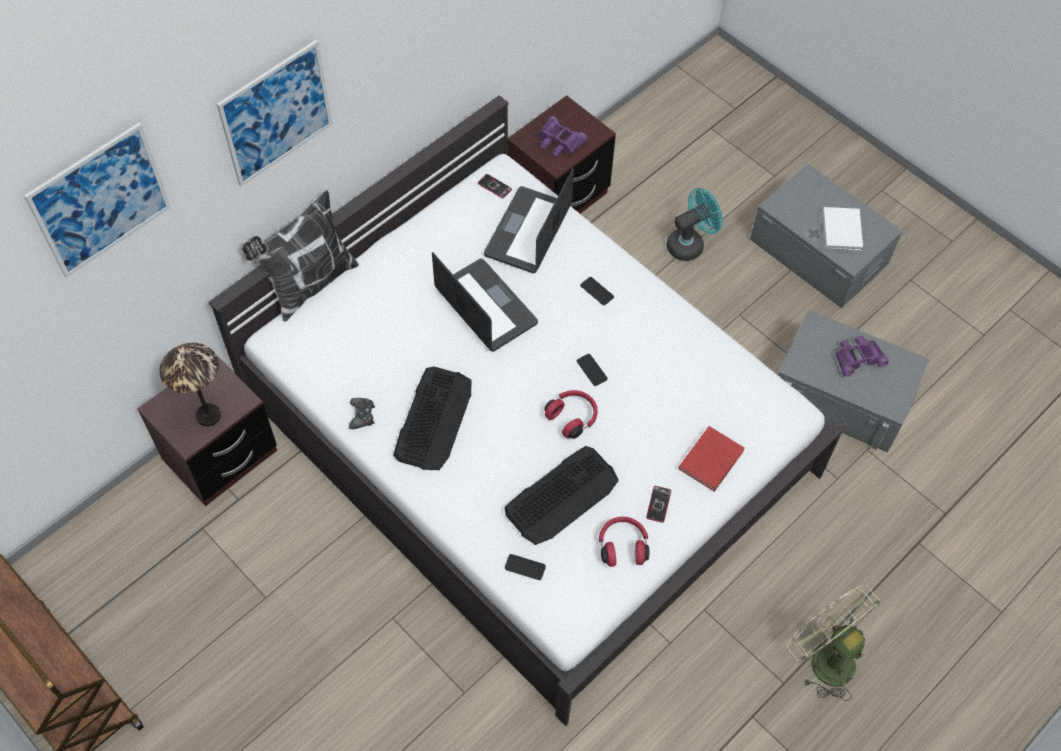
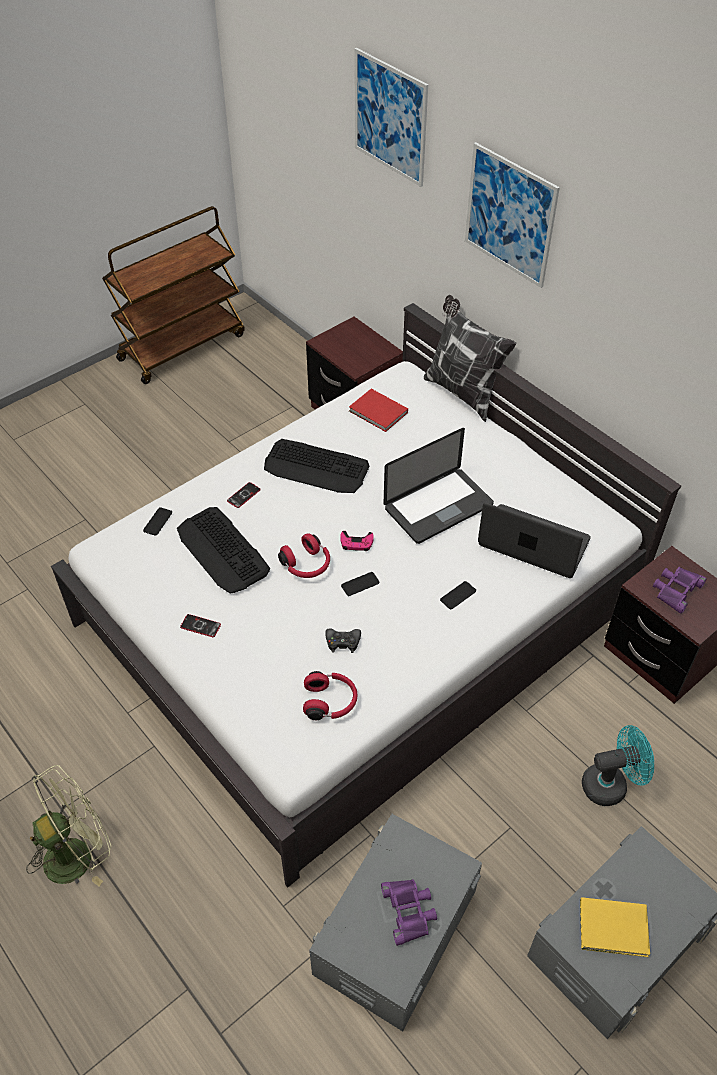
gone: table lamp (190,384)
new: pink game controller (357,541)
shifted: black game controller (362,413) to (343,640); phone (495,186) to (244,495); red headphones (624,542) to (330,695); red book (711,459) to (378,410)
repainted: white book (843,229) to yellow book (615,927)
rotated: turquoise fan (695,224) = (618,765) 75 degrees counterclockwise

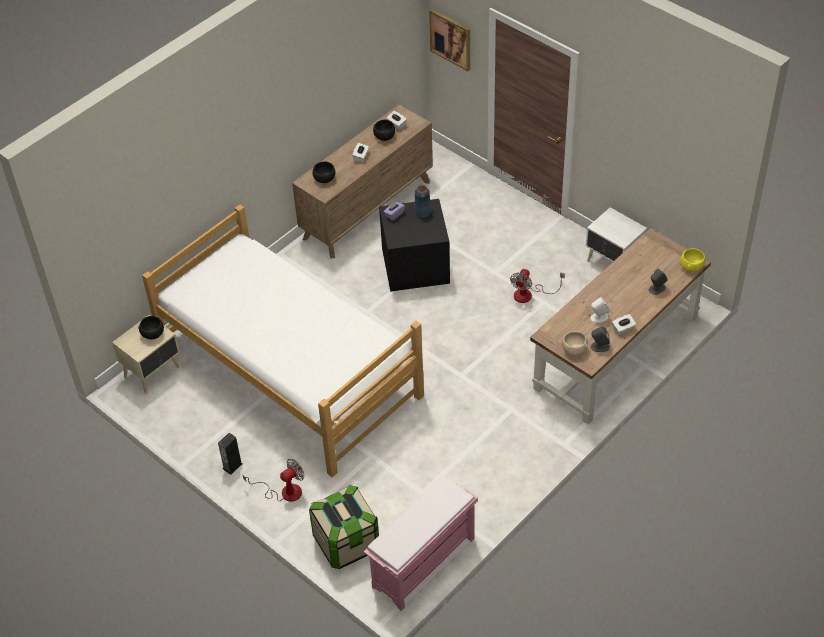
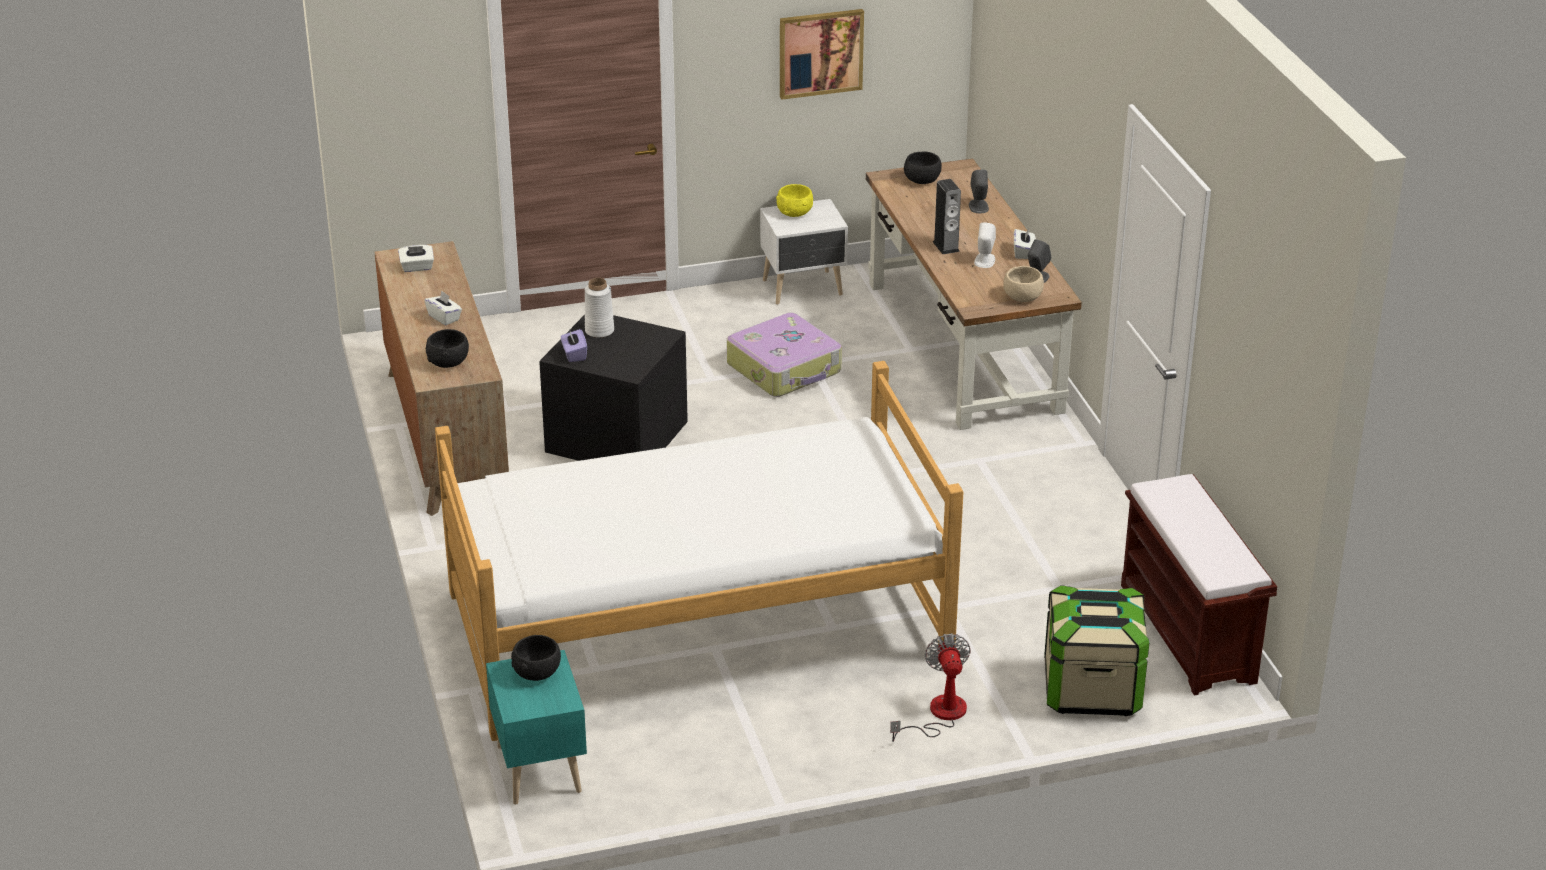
shifted: speaker (230,454) to (947,216); black bowl (384,130) to (923,168); picture (449,40) to (822,54); yellow bowl (692,260) to (794,200)
swapped: fan (537,286) to suitcase (784,355)
repainted: beige nightstand (146,354) to turquoise nightstand (536,727); pink bench (421,543) to brown bench (1199,584); blue vase (423,201) to white vase (599,308)

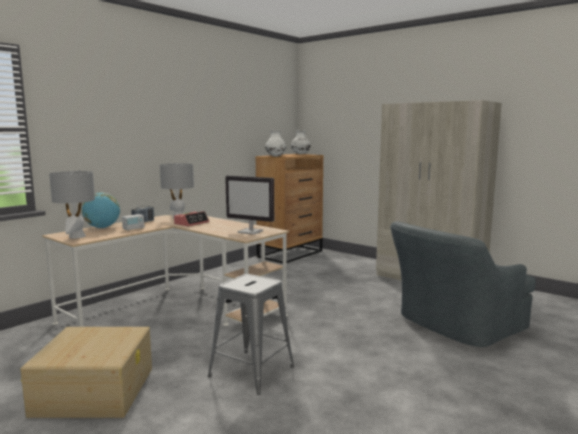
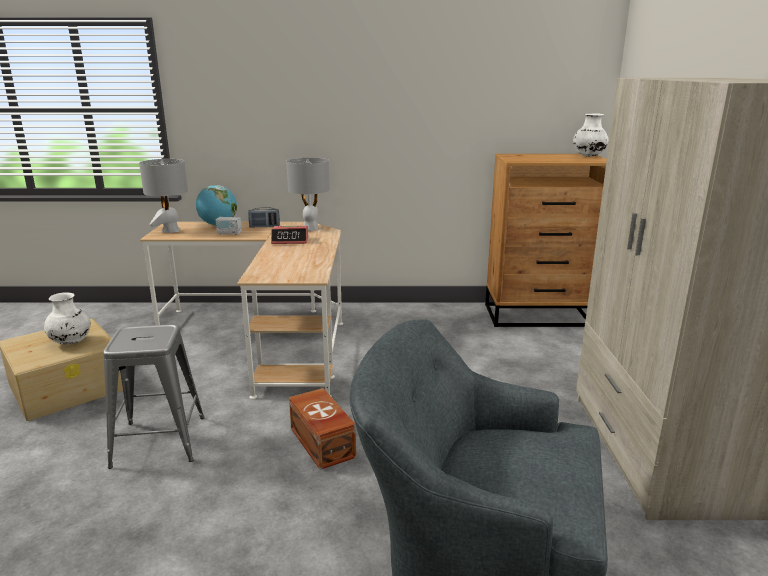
gone: monitor (249,205)
new: brown storage box (322,429)
shifted: white vase (275,143) to (67,318)

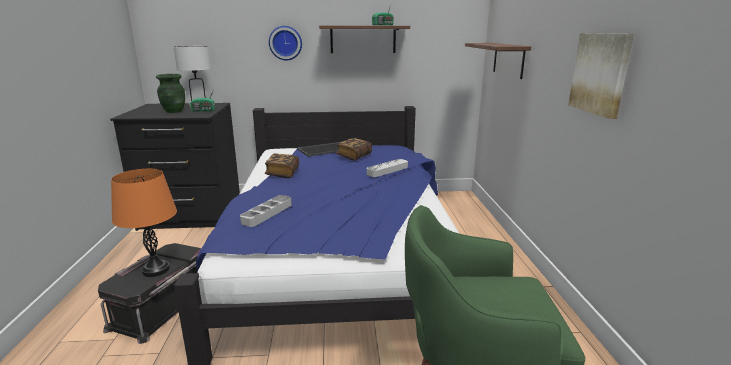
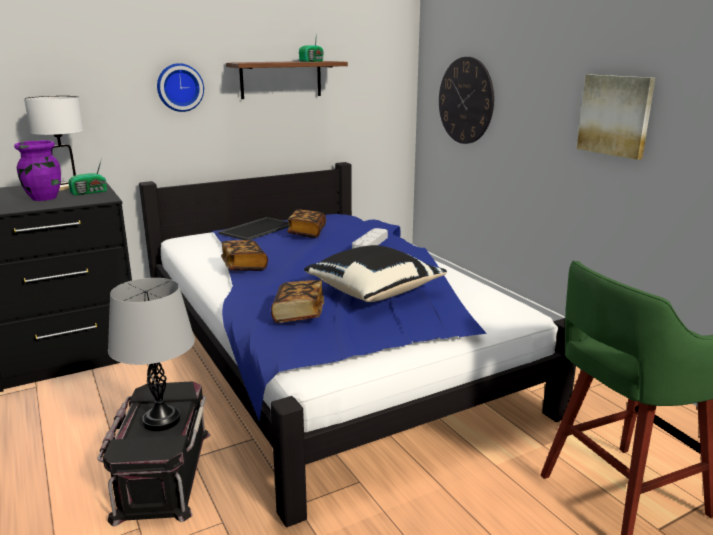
new: black pillow (375,273)
swapped: grey tray (266,211) to book (297,301); shelf (498,61) to wall clock (466,100)
repainted: orange table lamp (144,223) to grey table lamp (151,354); green vase (170,93) to purple vase (37,170)

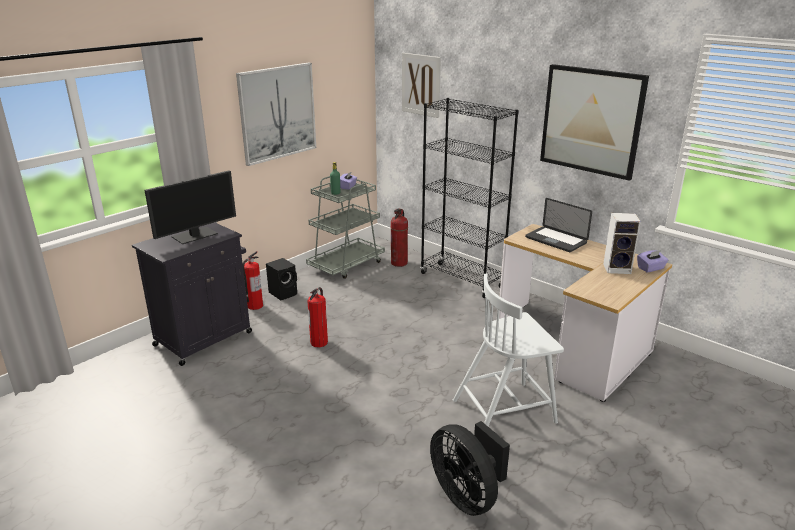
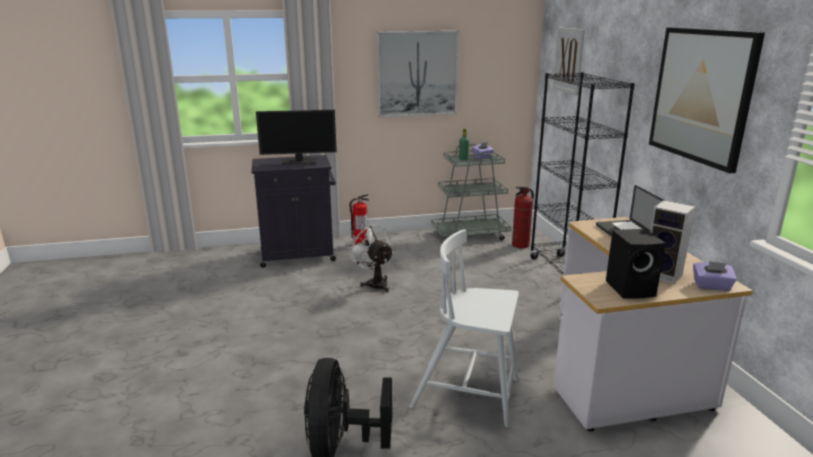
shifted: black speaker (281,279) to (635,264)
swapped: fire extinguisher (317,317) to white fan (371,257)

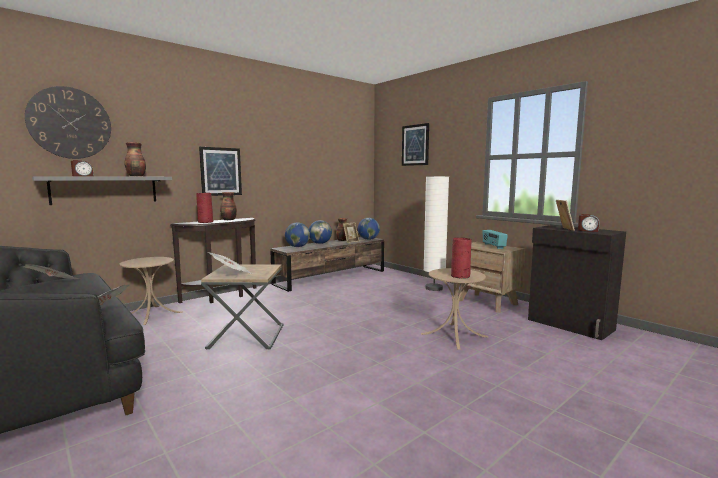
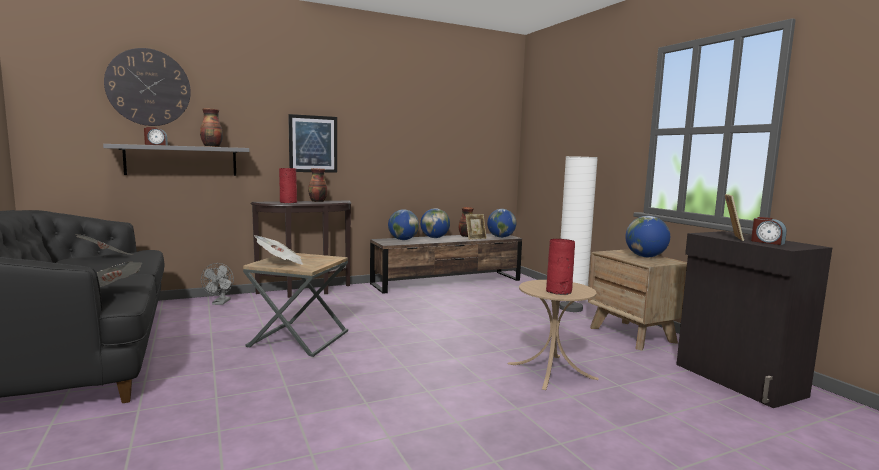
gone: picture (415,144)
swapped: beige side table (151,291) to grey fan (217,284); radio (495,239) to globe (647,236)

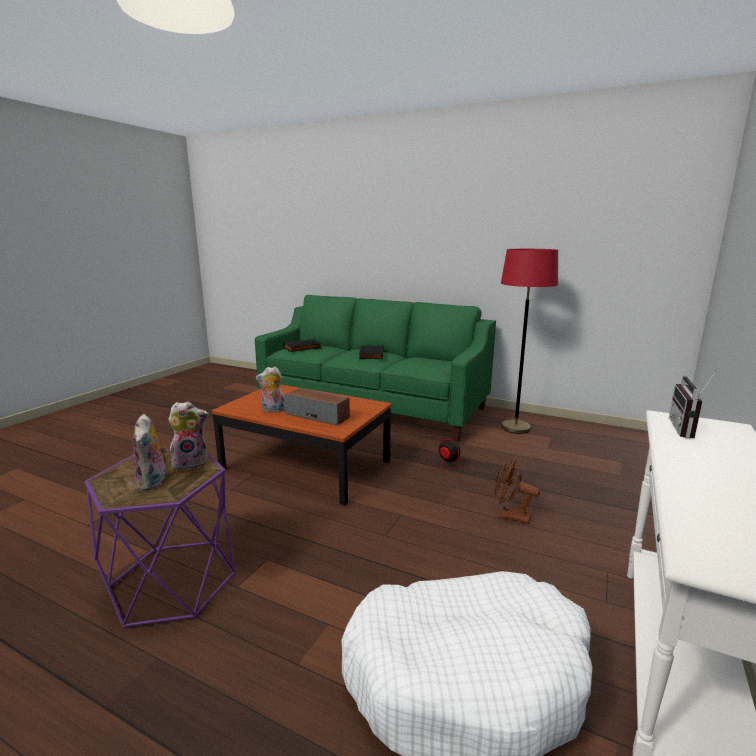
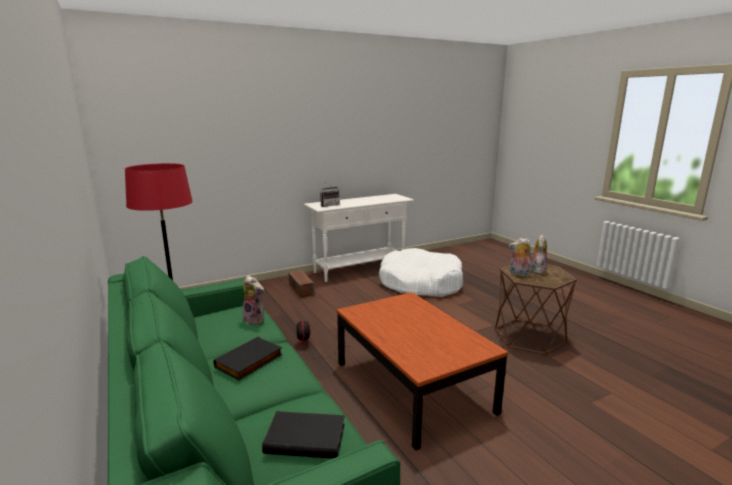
gone: brown fan (517,491)
shifted: plush toy (271,389) to (254,300); speaker (317,407) to (301,284)
repainted: purple side table (160,539) to brown side table (536,309)

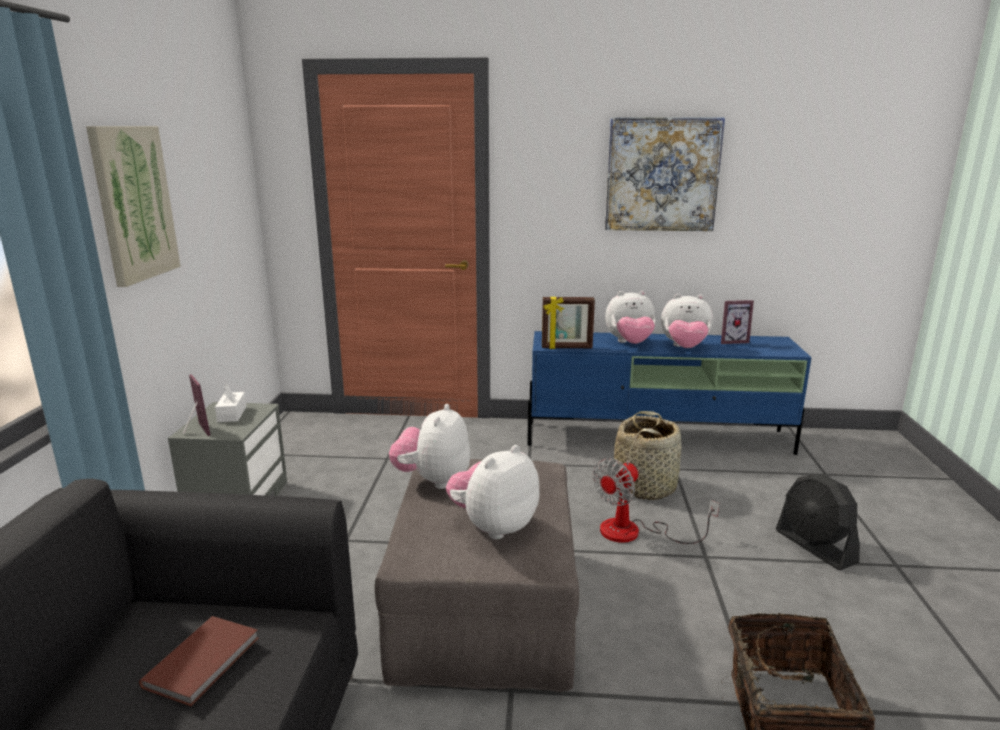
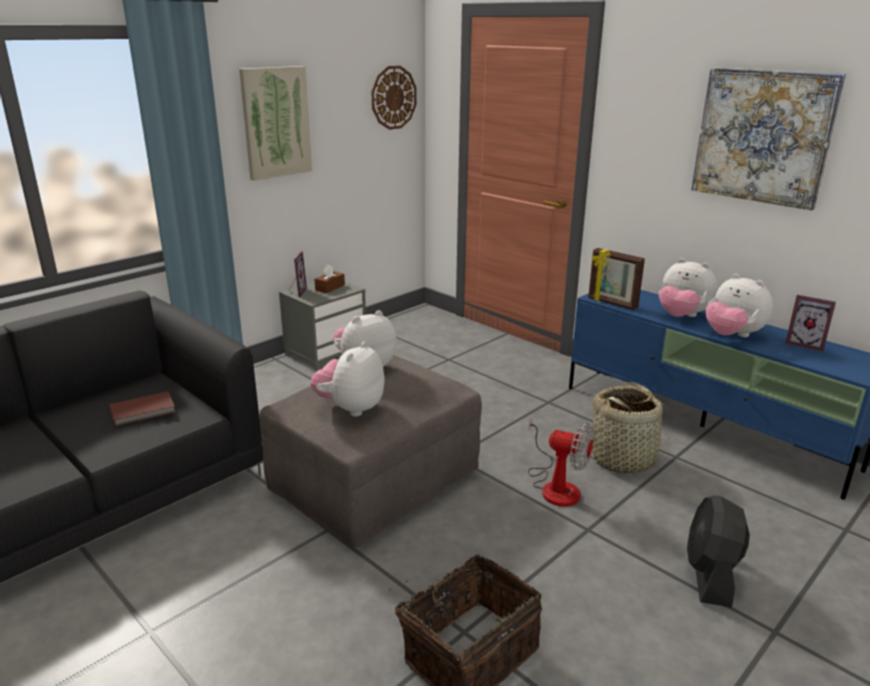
new: wall clock (394,98)
repainted: white tissue box (230,403) to brown tissue box (330,278)
rotated: plush toy (492,492) = (348,379) 60 degrees counterclockwise; fan (656,501) = (561,461) 150 degrees counterclockwise

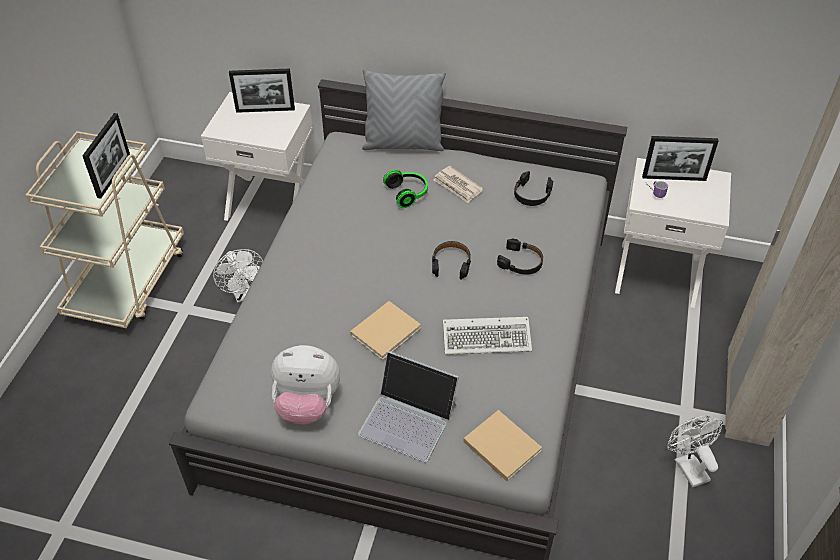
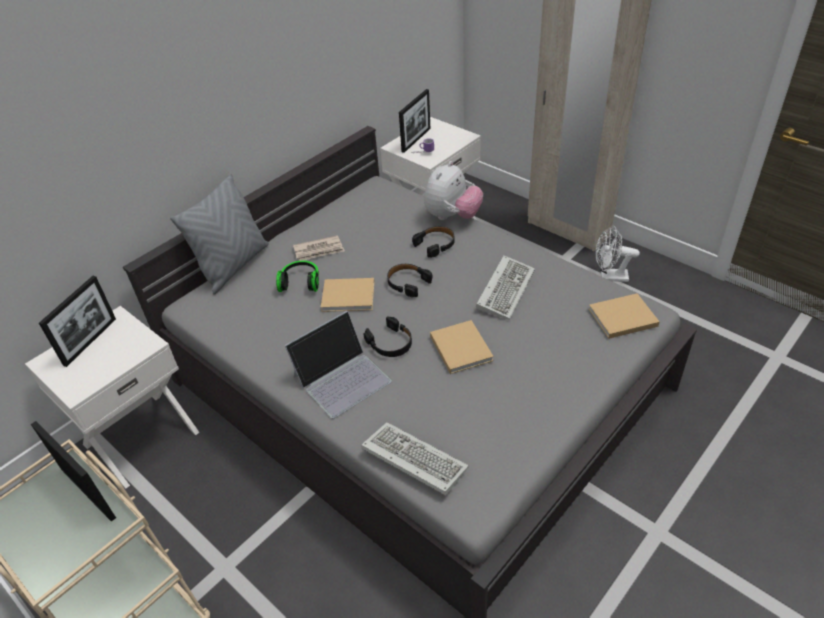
gone: white fan (238,276)
new: beige book (348,295); keyboard (415,459)
shifted: plush toy (305,385) to (453,190); laptop (408,406) to (338,364); black headphones (533,188) to (387,336)

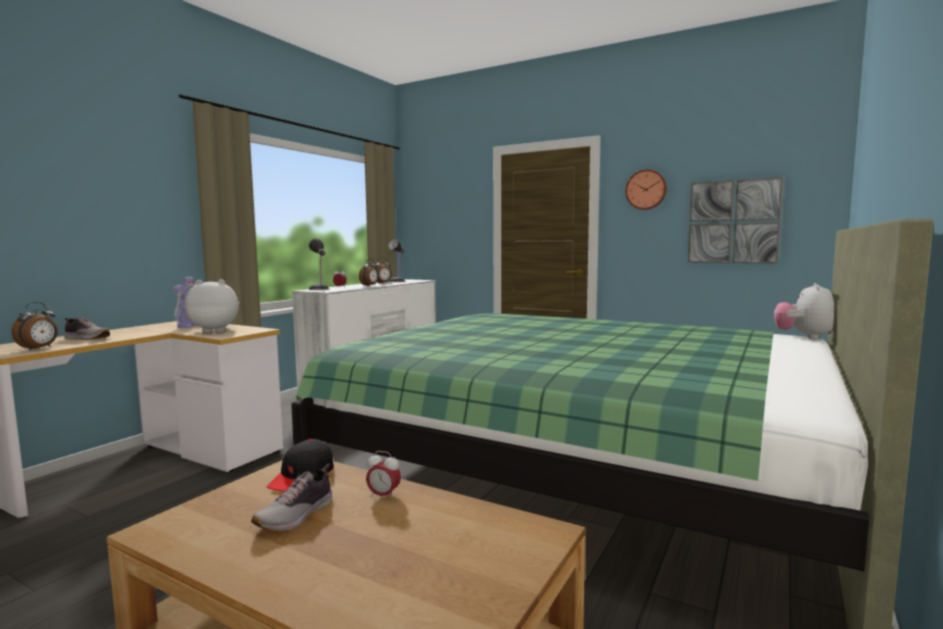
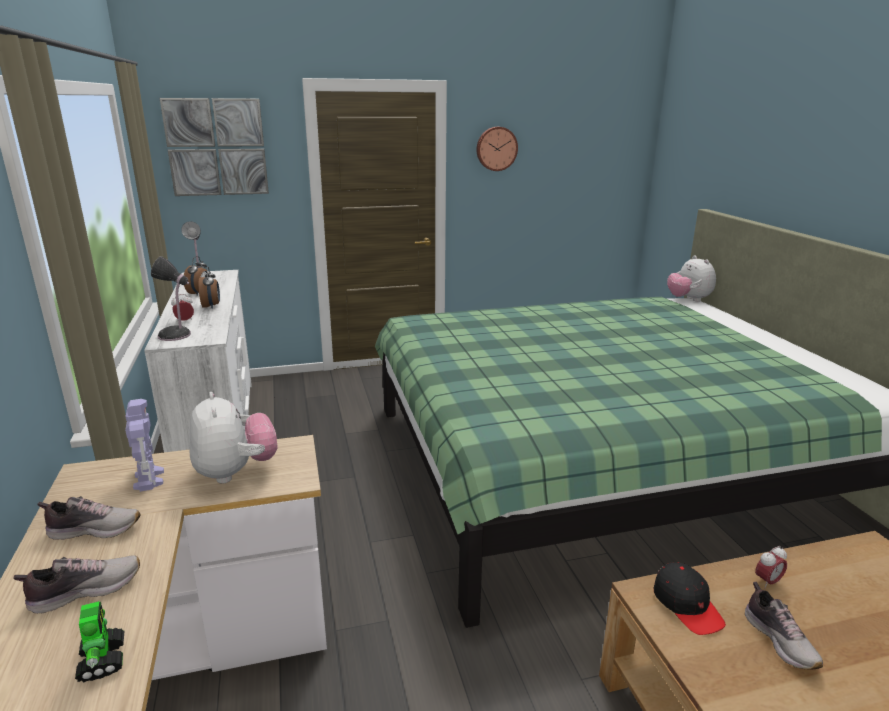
new: shoe (89,518)
shifted: picture (736,220) to (214,147)
swapped: alarm clock (34,326) to toy robot (99,641)
rotated: plush toy (212,305) = (233,438) 120 degrees clockwise

